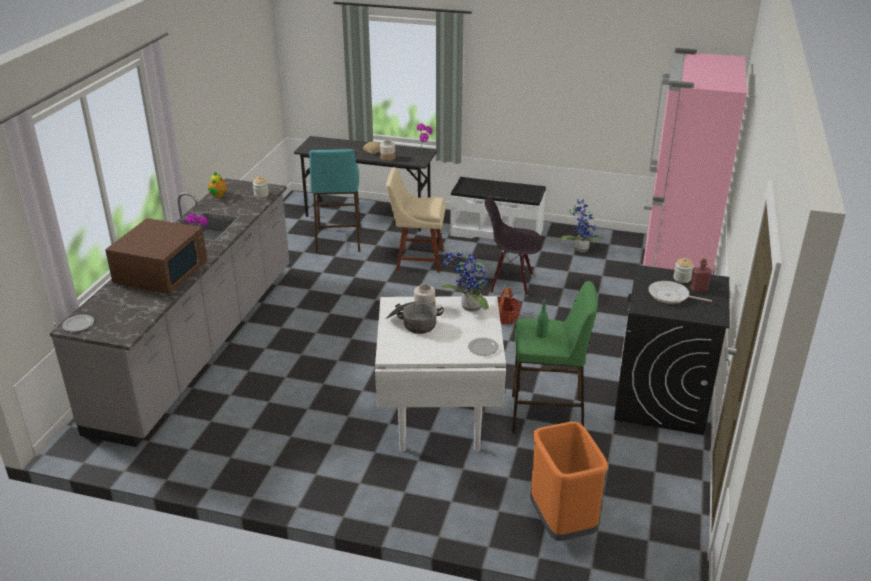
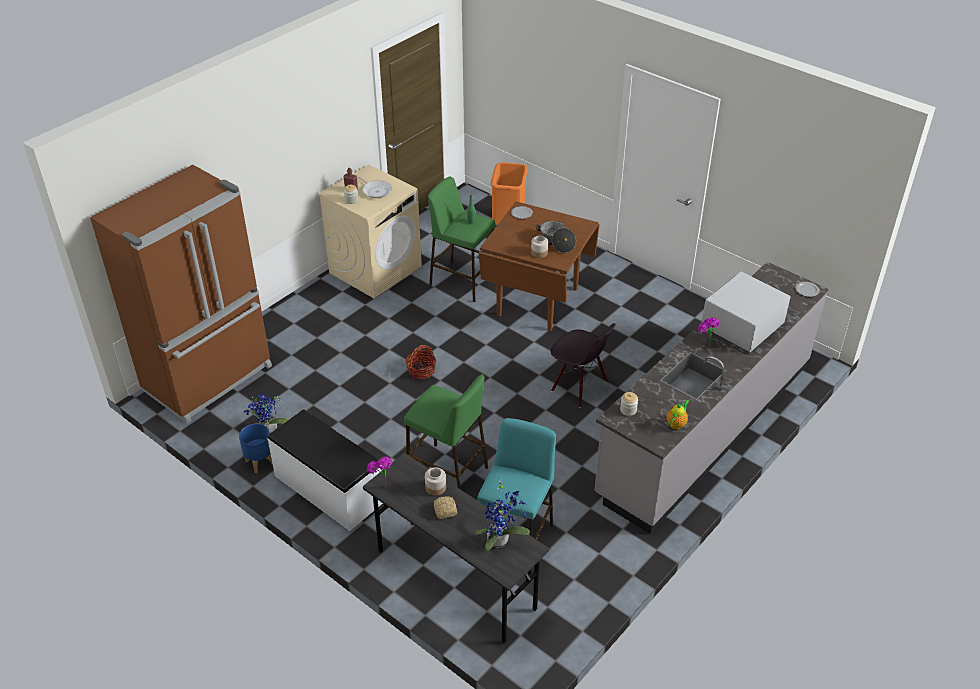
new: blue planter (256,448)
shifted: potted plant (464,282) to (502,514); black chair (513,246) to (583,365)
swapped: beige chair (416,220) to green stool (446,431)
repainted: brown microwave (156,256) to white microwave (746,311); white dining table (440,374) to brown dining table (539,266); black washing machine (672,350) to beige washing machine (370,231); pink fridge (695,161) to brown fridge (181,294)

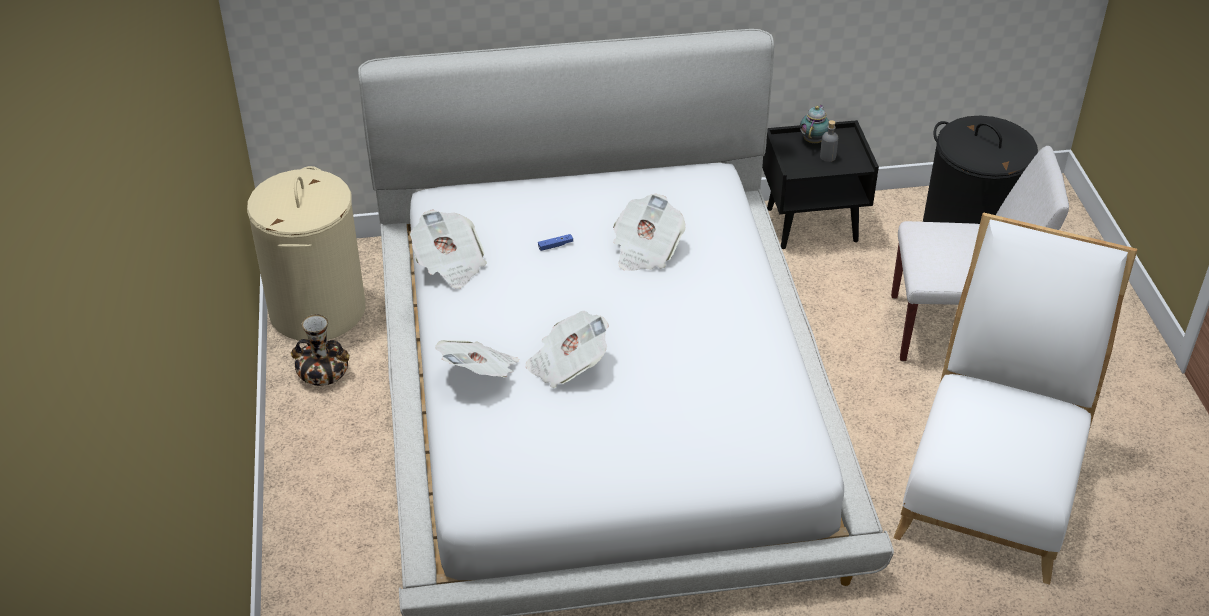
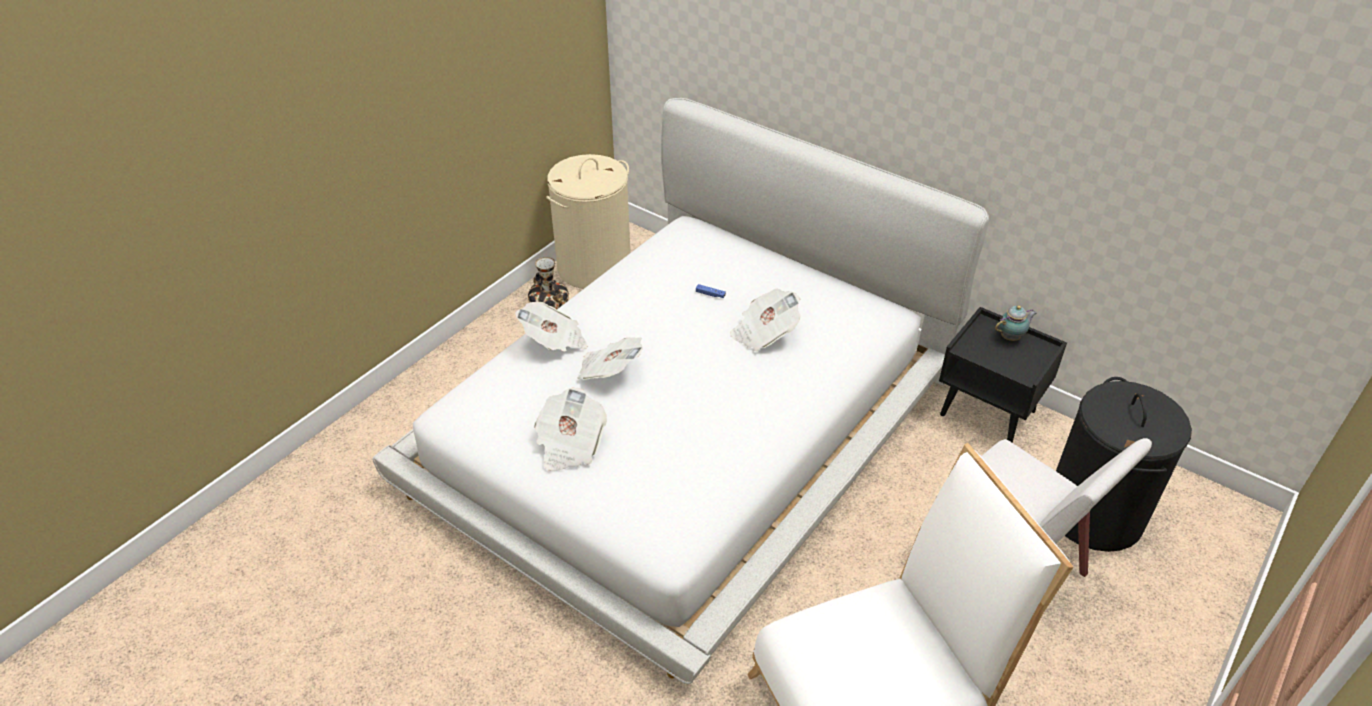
gone: grey bottle (829,141)
shifted: newspaper (448,249) to (570,429)

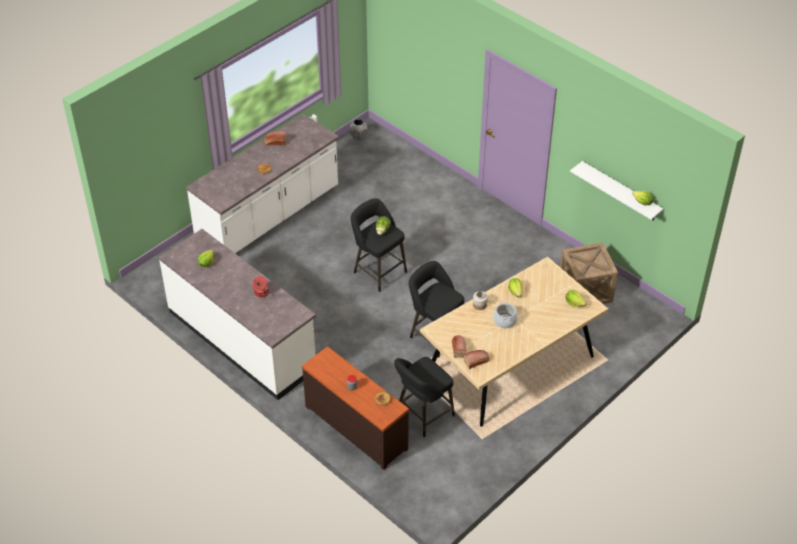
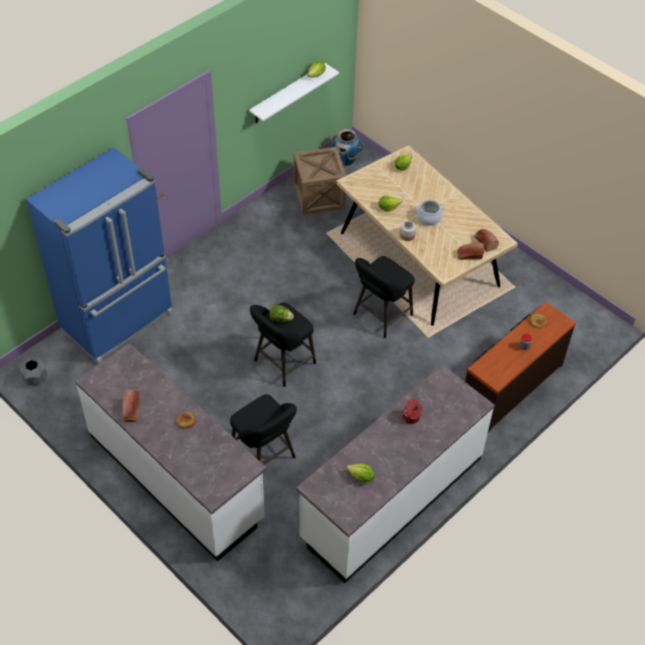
new: blue fridge (99,255); planter (347,147)
shifted: black stool (424,397) to (263,429)

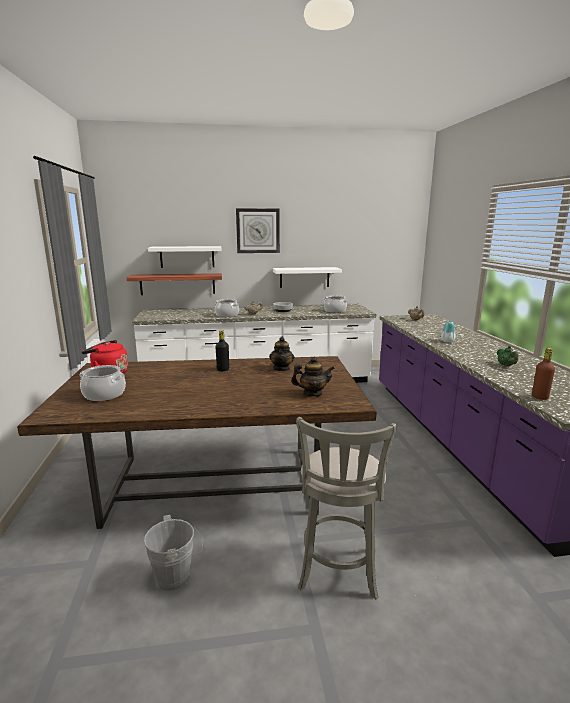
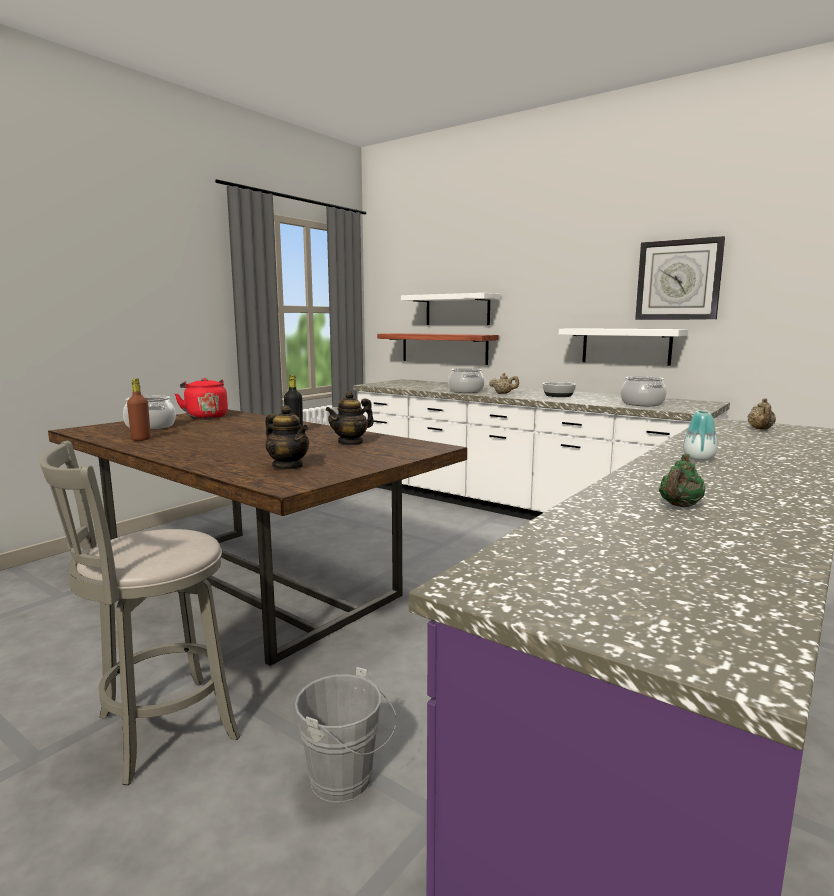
shifted: grey bucket (173,553) to (346,735); wall clock (258,230) to (680,278); brown bottle (543,374) to (139,410)

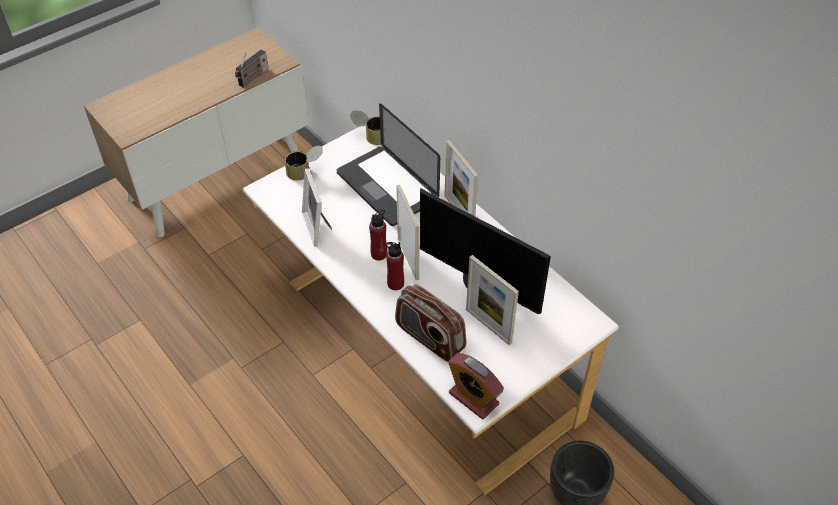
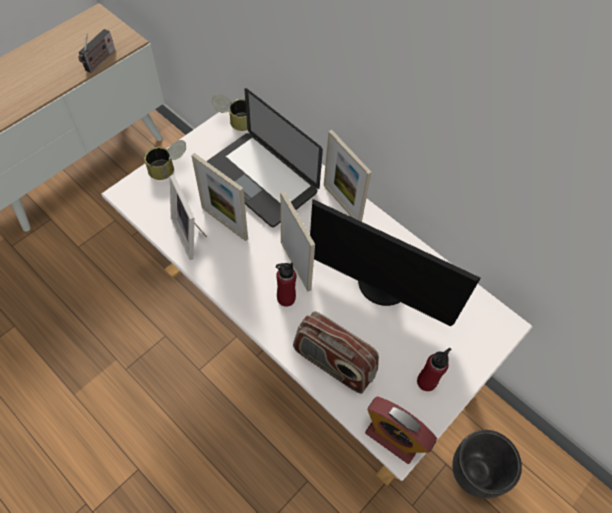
shifted: red bottle (378,235) to (434,369); picture frame (492,300) to (219,197)

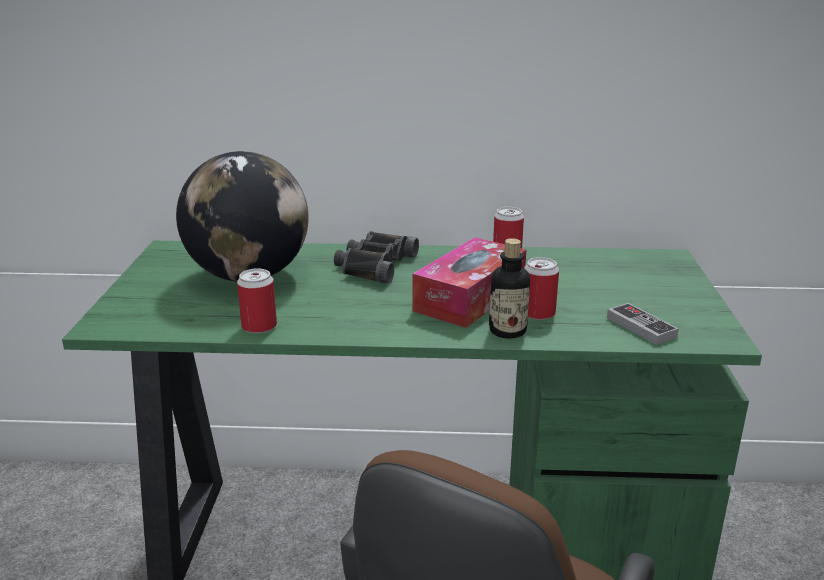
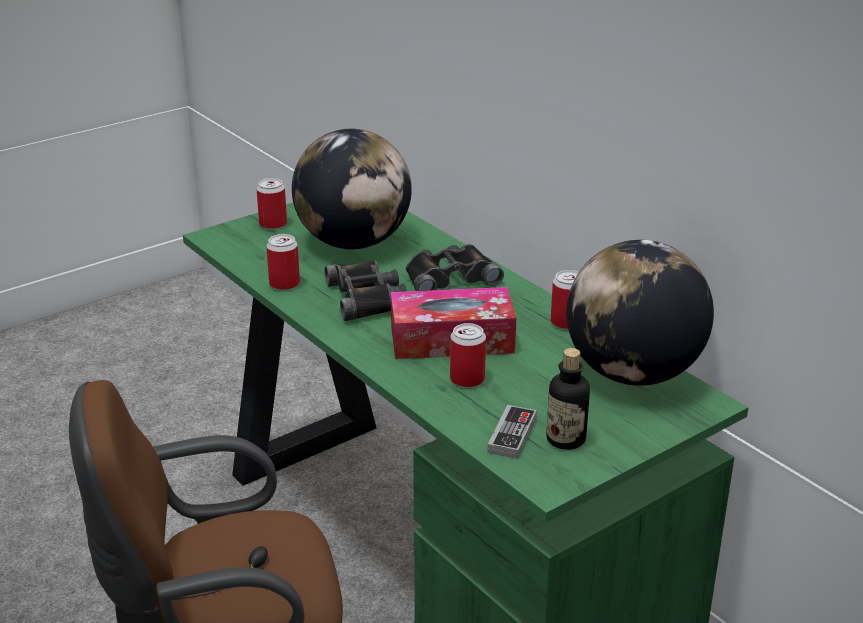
new: can (272,204); black binoculars (366,290); globe (640,313)
shifted: bottle (509,288) to (568,399)

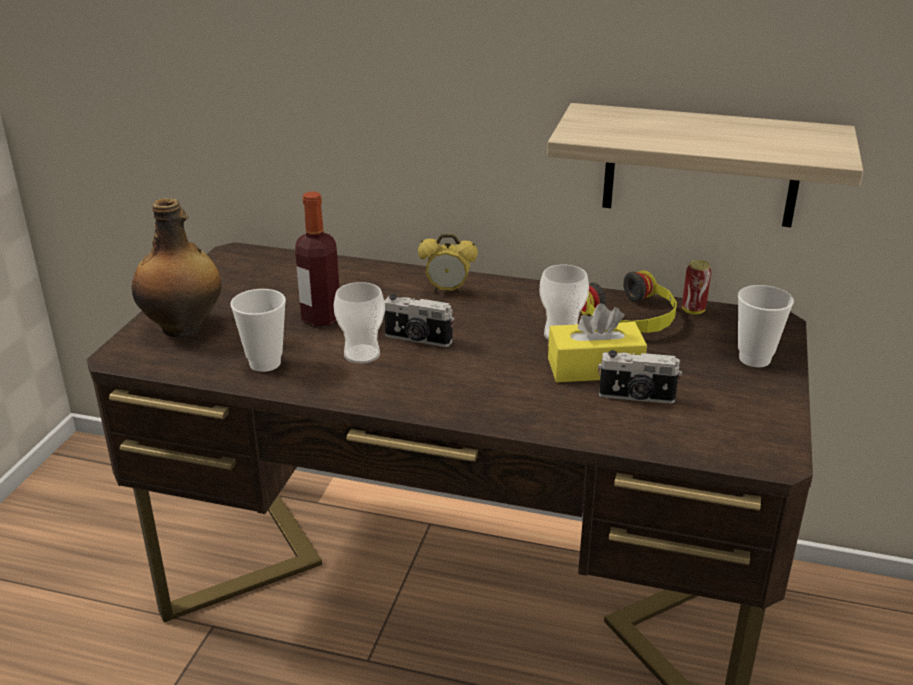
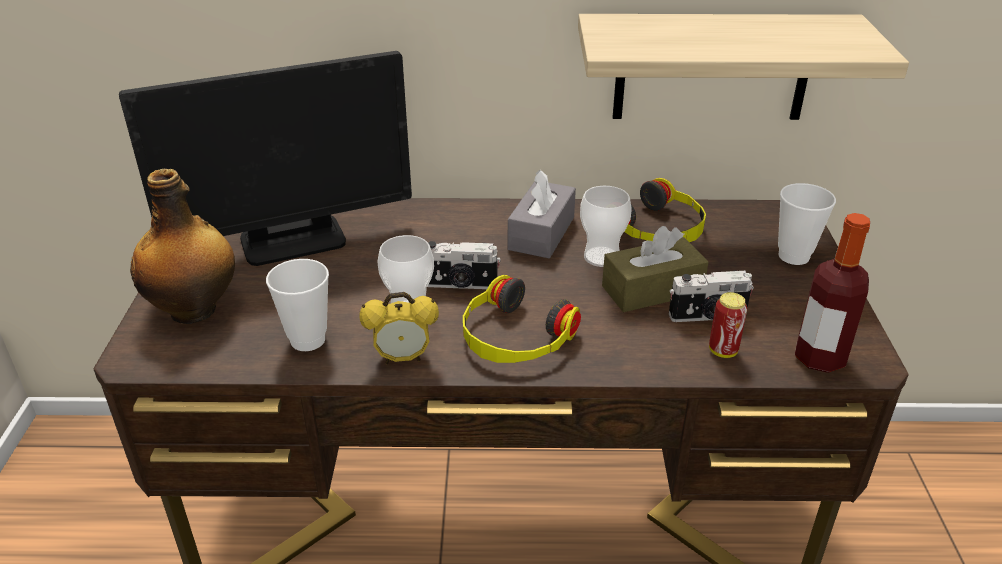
new: monitor (265,158); headphones (522,319); grey tissue box (542,213)
shifted: bottle (317,258) to (832,293); alarm clock (448,264) to (399,328); can (696,287) to (728,325)
repainted: yellow tissue box (597,342) to brown tissue box (655,269)

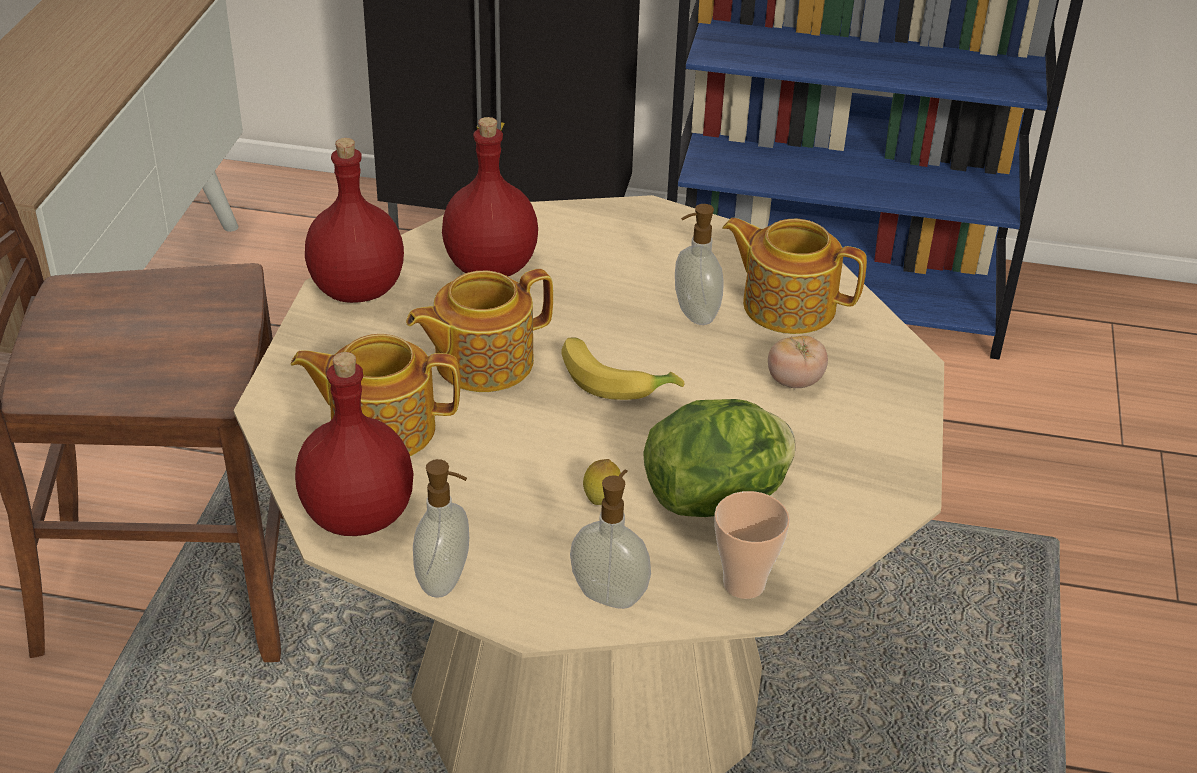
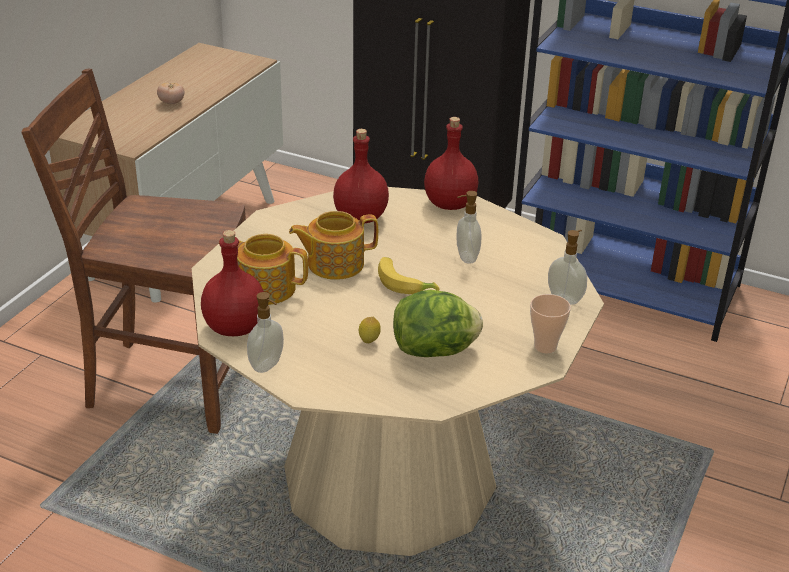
gone: teapot (794,276)
shifted: red bottle (354,220) to (451,163); soap dispenser (610,539) to (567,267); cup (752,545) to (550,323); tomato (798,362) to (171,93)

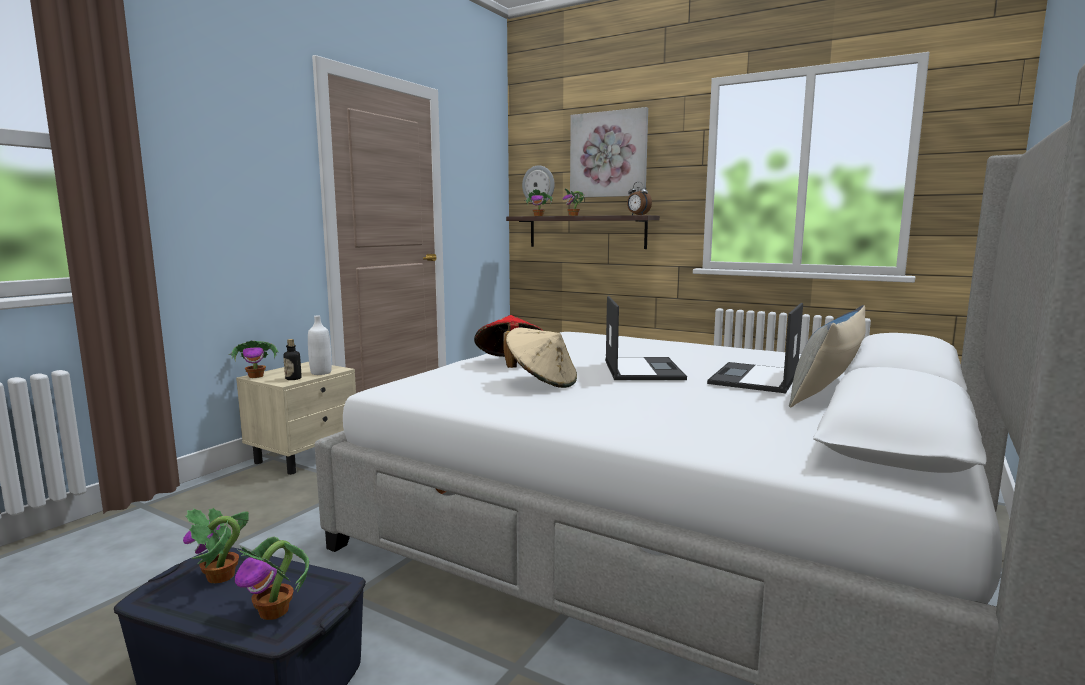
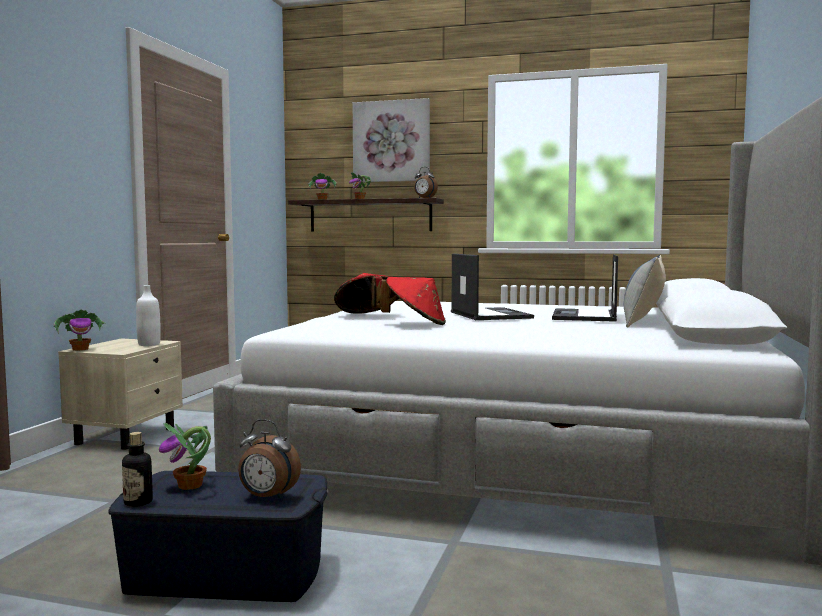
gone: wall clock (538,184)
shifted: bottle (292,359) to (137,469)
swapped: potted plant (272,578) to alarm clock (269,459)
repainted: beige hat (540,358) to red hat (413,301)

